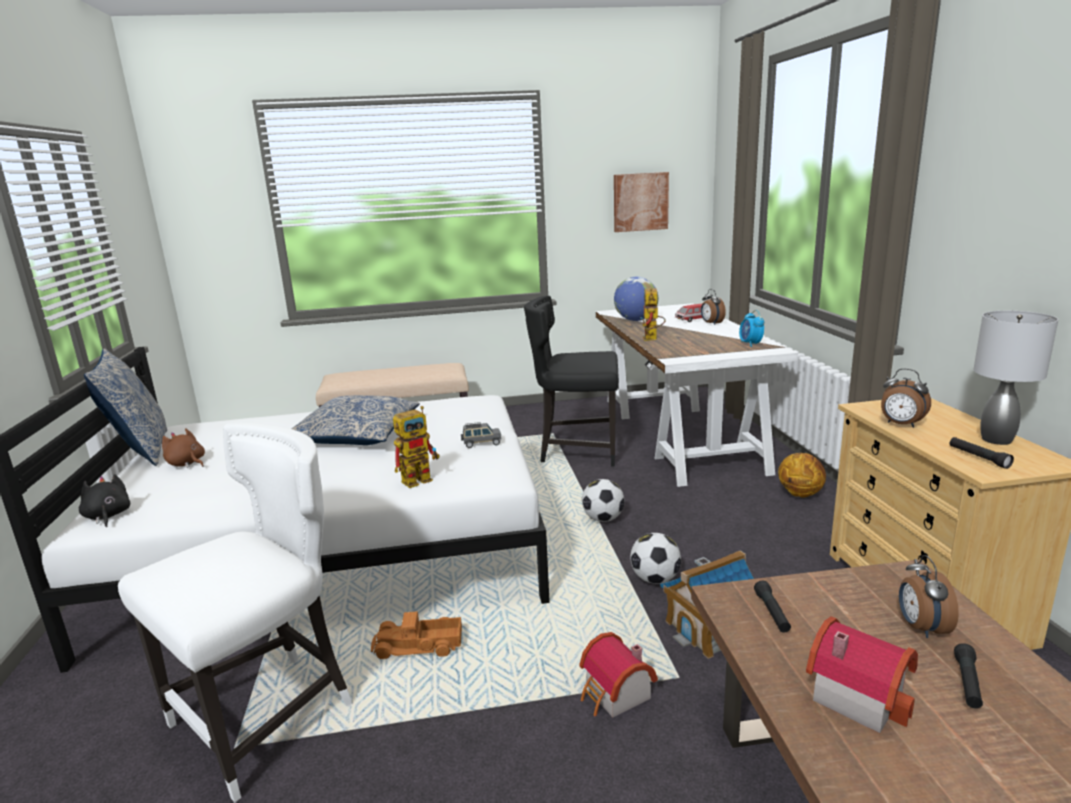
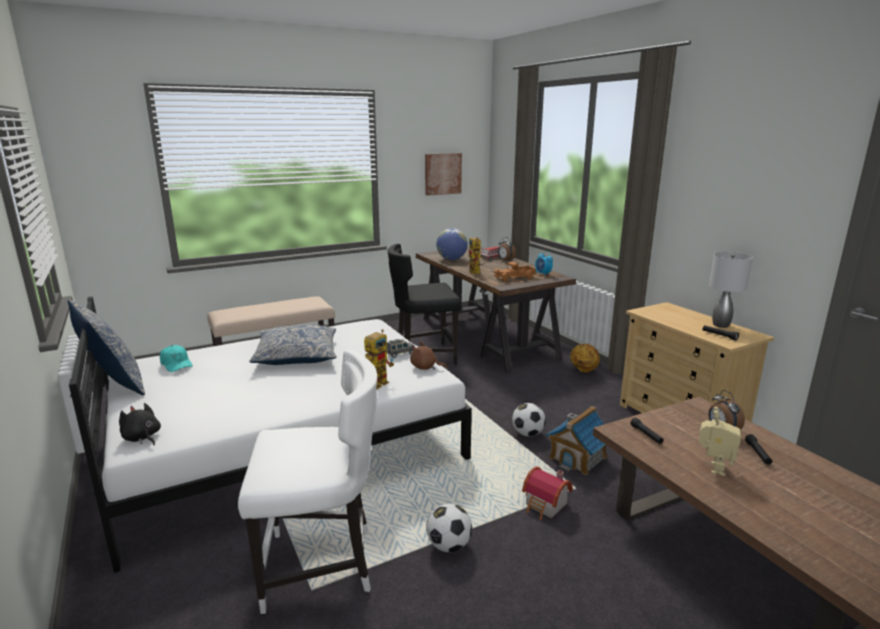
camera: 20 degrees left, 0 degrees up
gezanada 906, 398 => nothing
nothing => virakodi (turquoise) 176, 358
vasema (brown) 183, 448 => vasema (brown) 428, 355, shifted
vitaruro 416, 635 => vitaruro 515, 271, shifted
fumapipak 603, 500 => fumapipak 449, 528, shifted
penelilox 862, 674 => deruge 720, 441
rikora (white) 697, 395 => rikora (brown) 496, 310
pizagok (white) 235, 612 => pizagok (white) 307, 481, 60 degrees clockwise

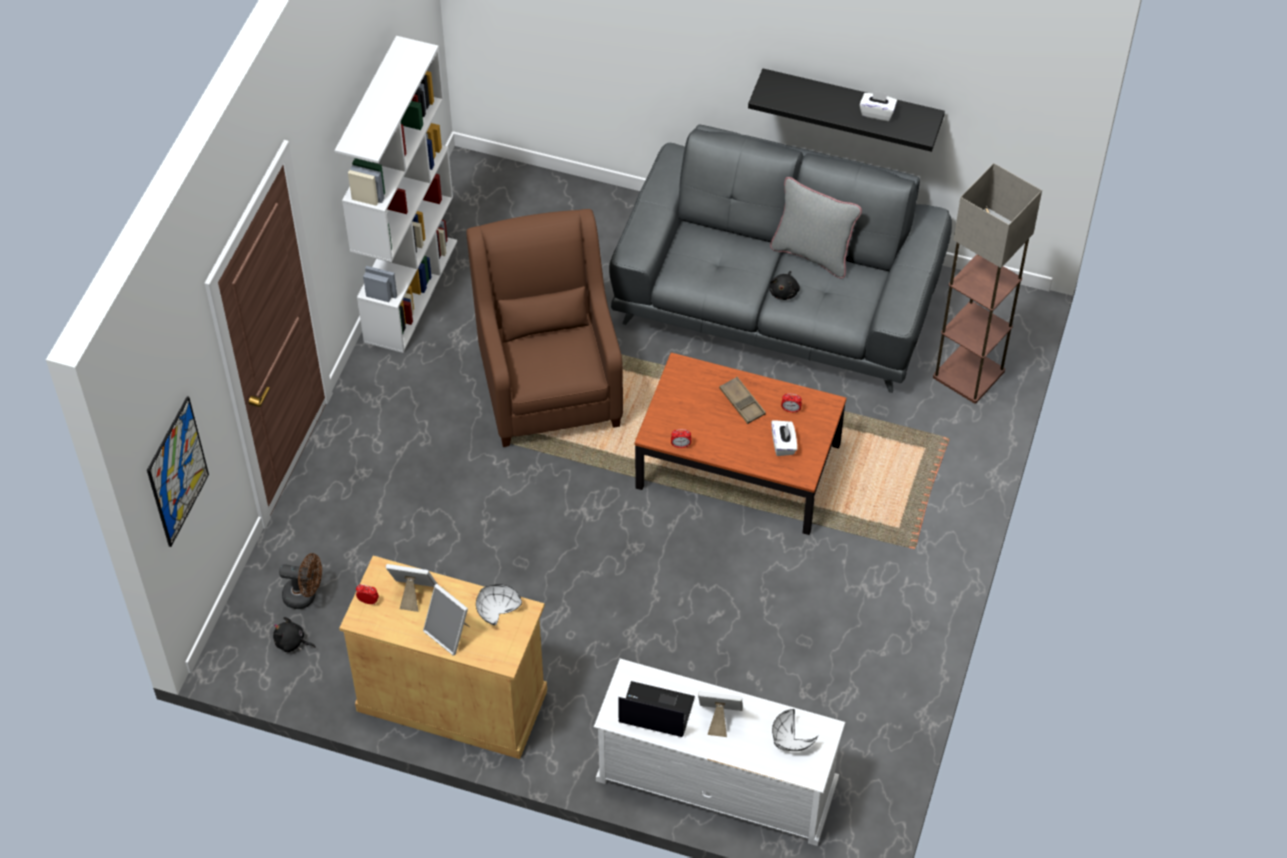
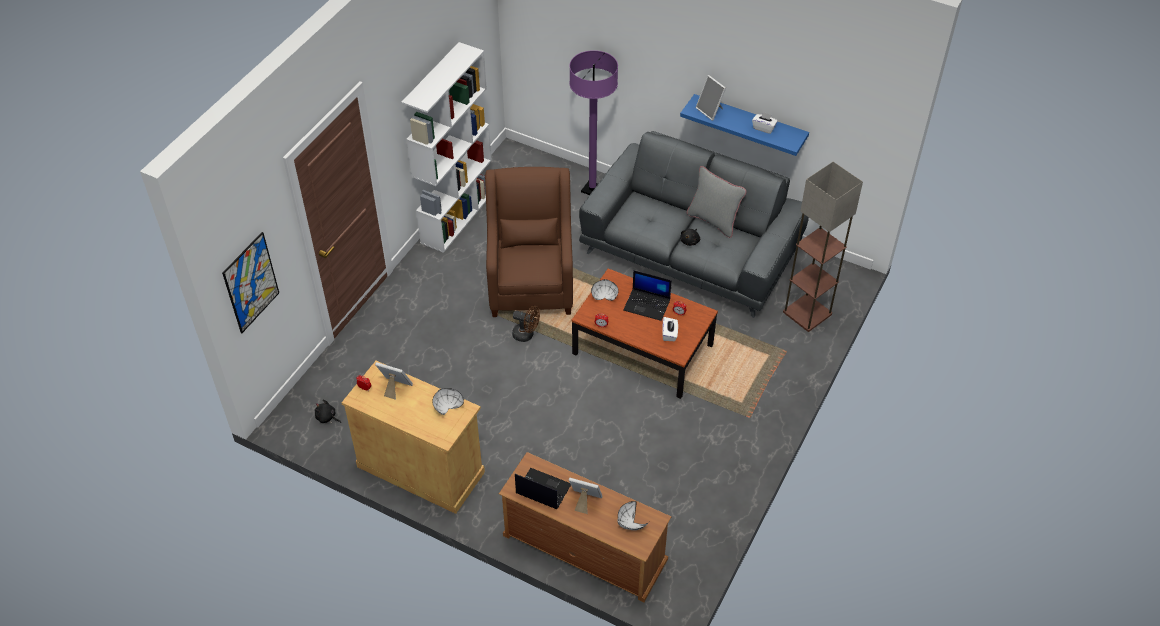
camera: 10 degrees right, 5 degrees down
nothing => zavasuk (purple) 593, 122
nothing => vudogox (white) 604, 290
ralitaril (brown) 300, 581 => ralitaril (brown) 526, 324, shifted
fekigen 446, 620 => fekigen 711, 98, shifted
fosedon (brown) 742, 400 => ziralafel 647, 295
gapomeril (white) 719, 752 => gapomeril (brown) 585, 527
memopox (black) 846, 110 => memopox (blue) 744, 125

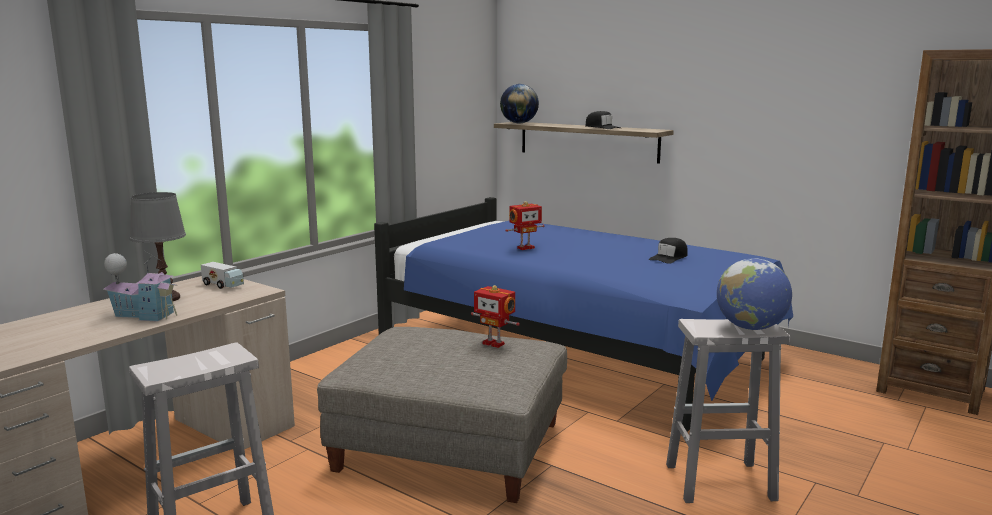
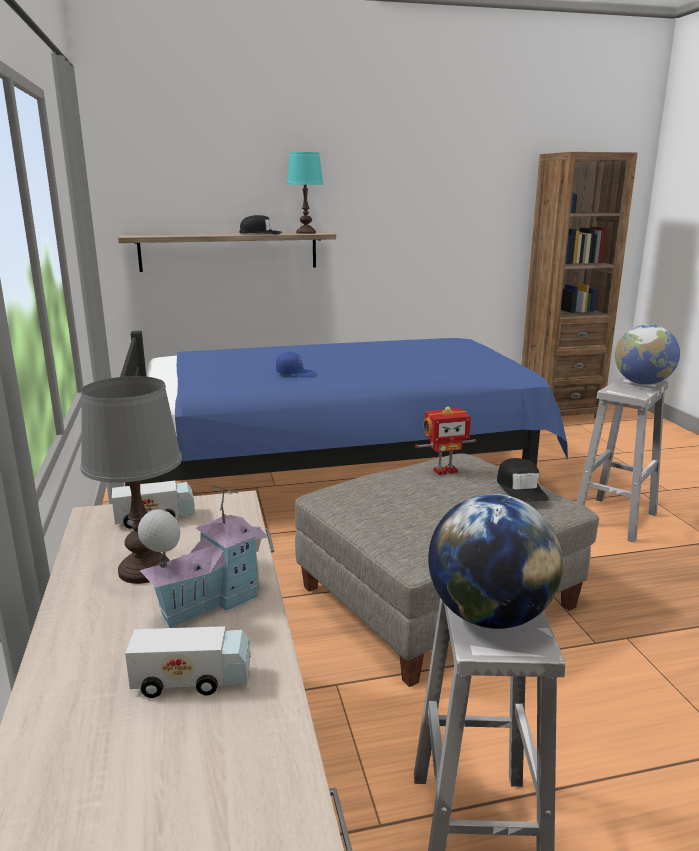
camera: 50 degrees left, 5 degrees up
nothing => vitaruro 188, 662
nothing => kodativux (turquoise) 305, 193
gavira 519, 103 => gavira 495, 561, shifted
virakodi (black) 668, 251 => virakodi (black) 523, 480, shifted
deruge 524, 225 => virakodi (blue) 296, 364

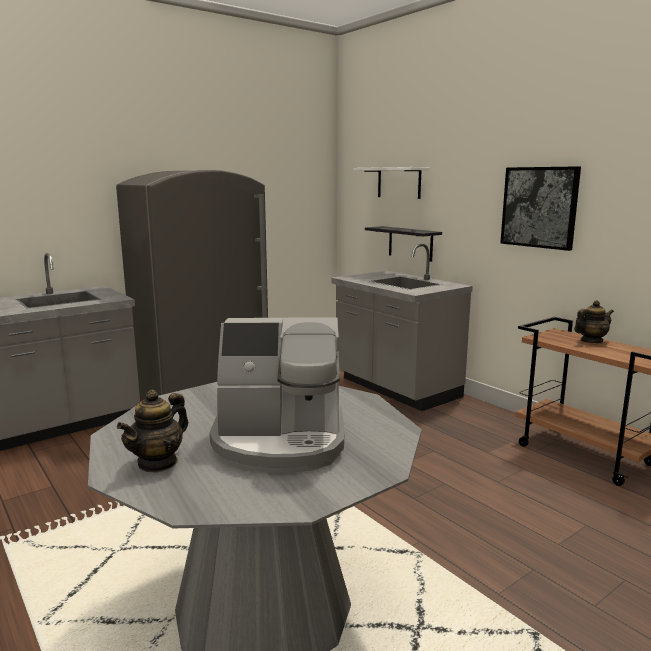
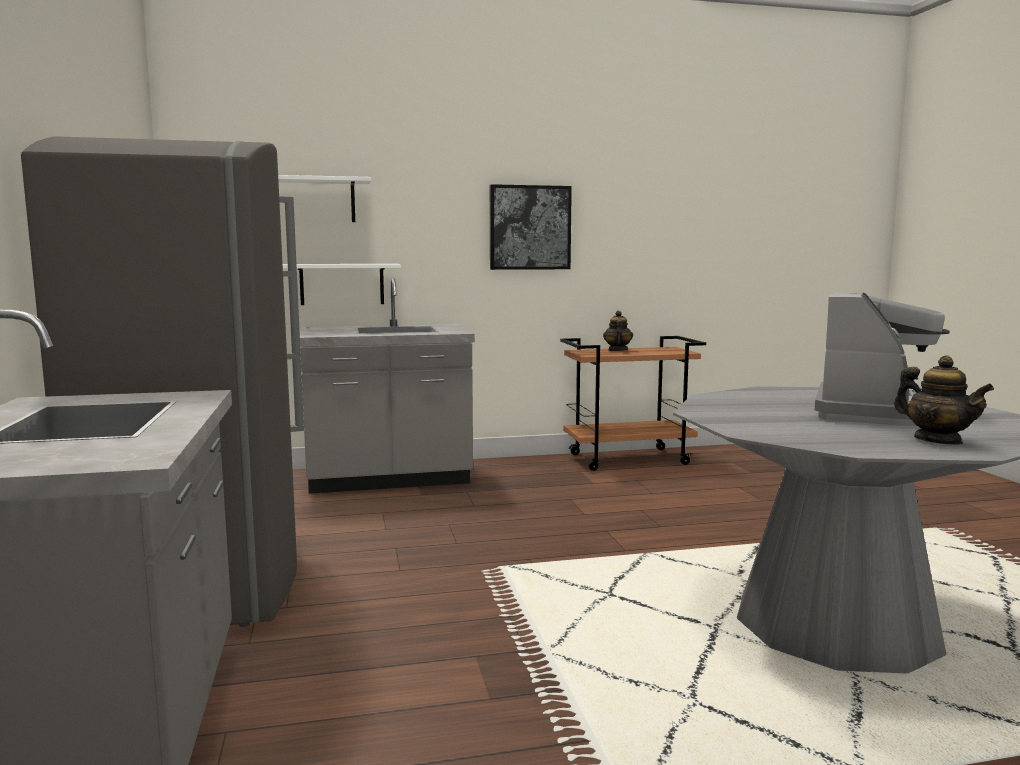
camera: 65 degrees left, 5 degrees down
memopox (black) 403, 244 => memopox (white) 342, 284

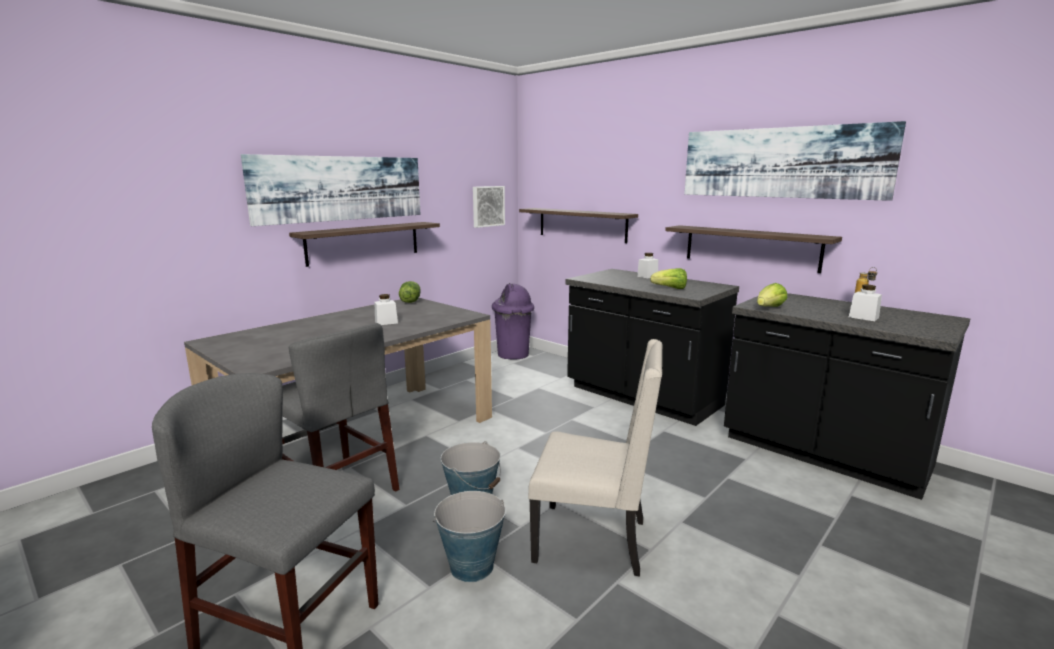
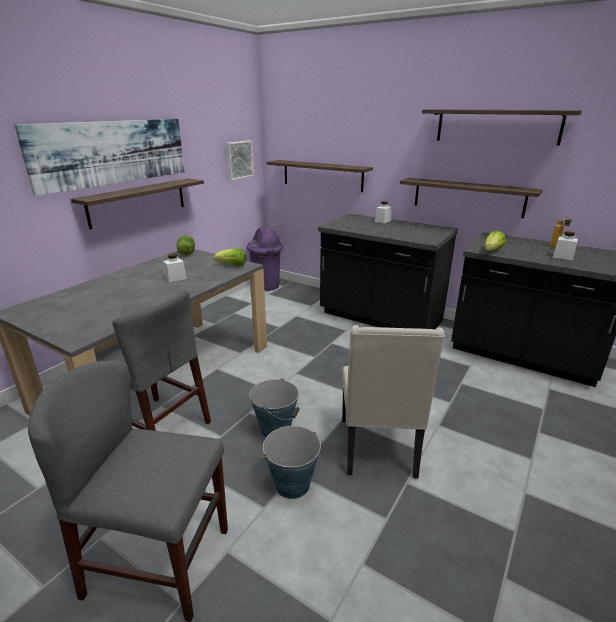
camera: 10 degrees left, 10 degrees up
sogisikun 668, 278 => sogisikun 230, 257, shifted
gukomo 795, 161 => memopox 502, 127
pizagok (beige) 595, 458 => pizagok (beige) 393, 401, 90 degrees clockwise

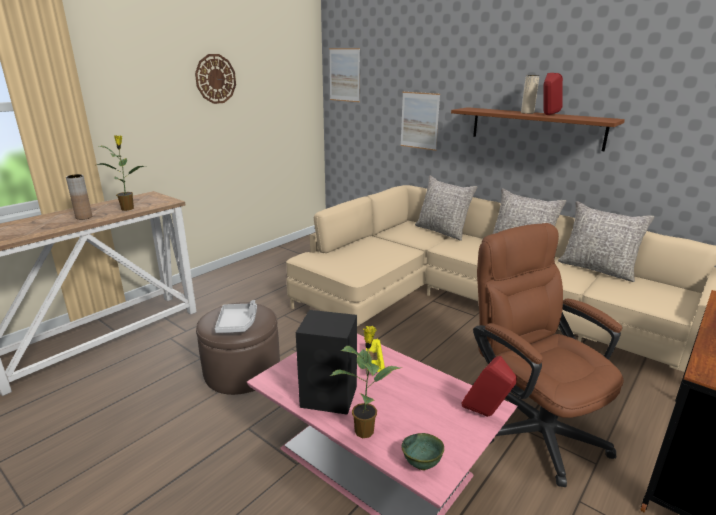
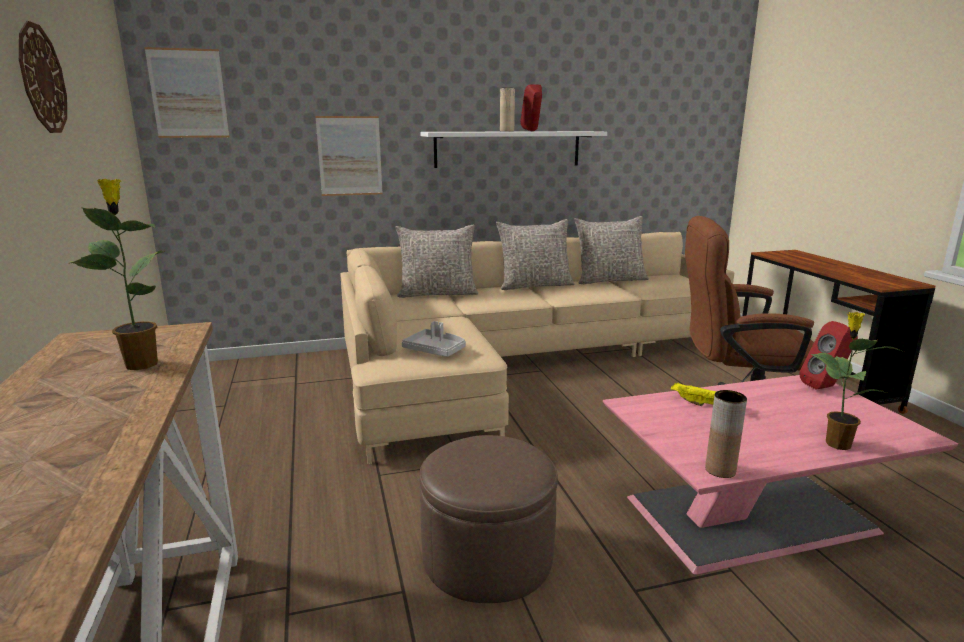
camera: 55 degrees left, 5 degrees down
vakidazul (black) 326, 362 => nothing
vudogox (green) 423, 451 => nothing
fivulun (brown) 79, 197 => fivulun (brown) 726, 434, shifted
fosedon (grey) 236, 316 => fosedon (grey) 434, 339, shifted
memopox (brown) 538, 129 => memopox (white) 513, 149

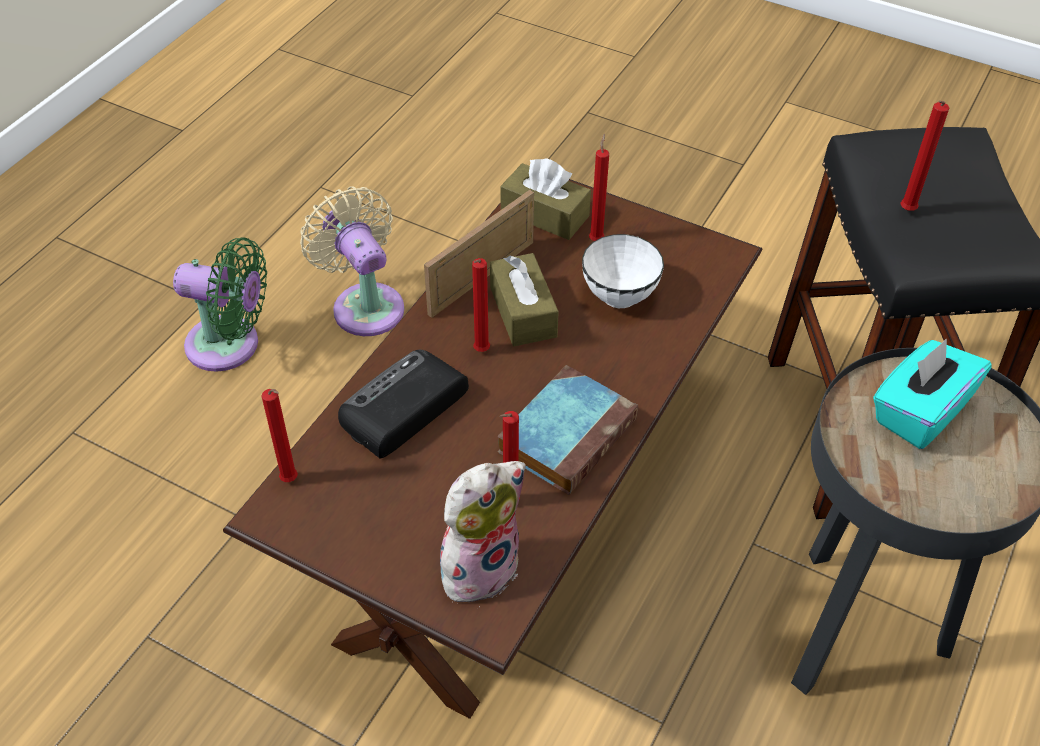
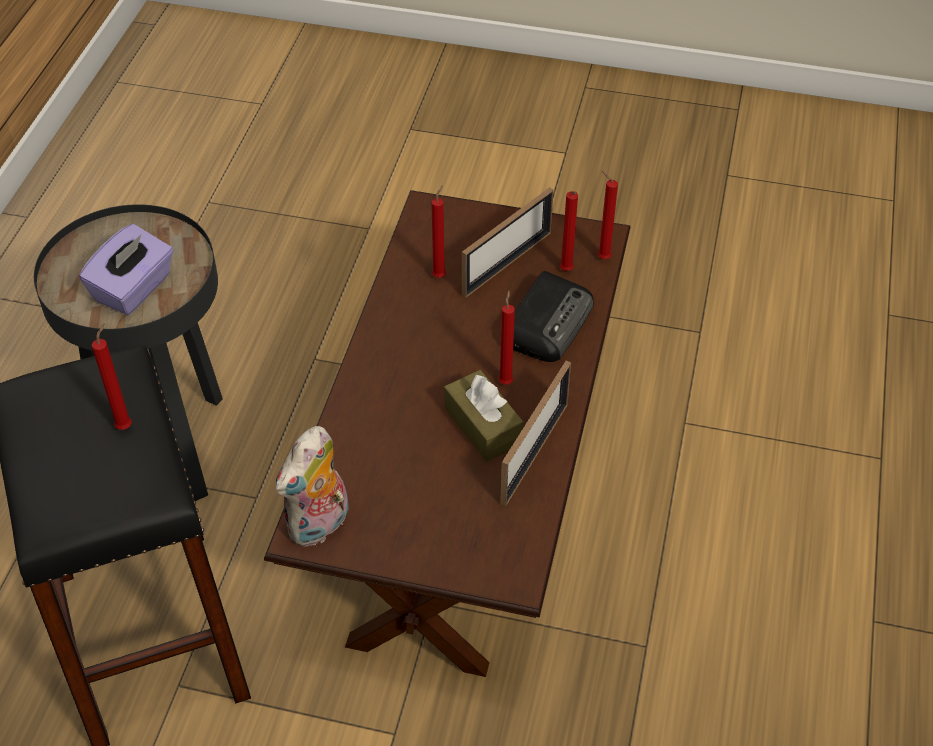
camera: 165 degrees right, 0 degrees up
ralitaril (green) 220, 304 => nothing
ralitaril (beige) 352, 261 => nothing
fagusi 567, 430 => nothing
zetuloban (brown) 545, 199 => nothing
vudogox (white) 623, 271 => nothing
nothing => fekigen 508, 242
vasema 483, 534 => vasema 312, 486, shifted
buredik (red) 599, 187 => buredik (red) 569, 231, shifted
zetuloban (turquoise) 932, 393 => zetuloban (purple) 126, 269

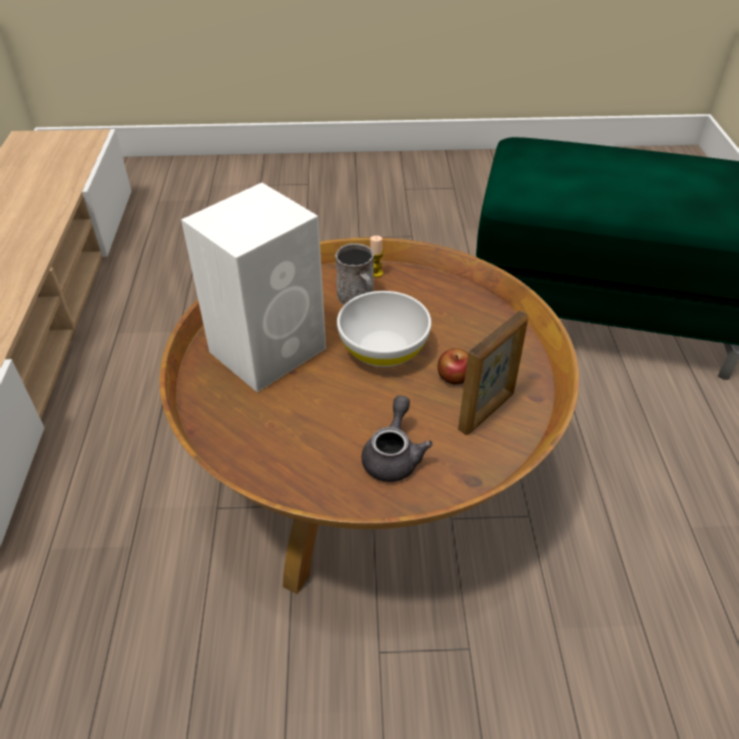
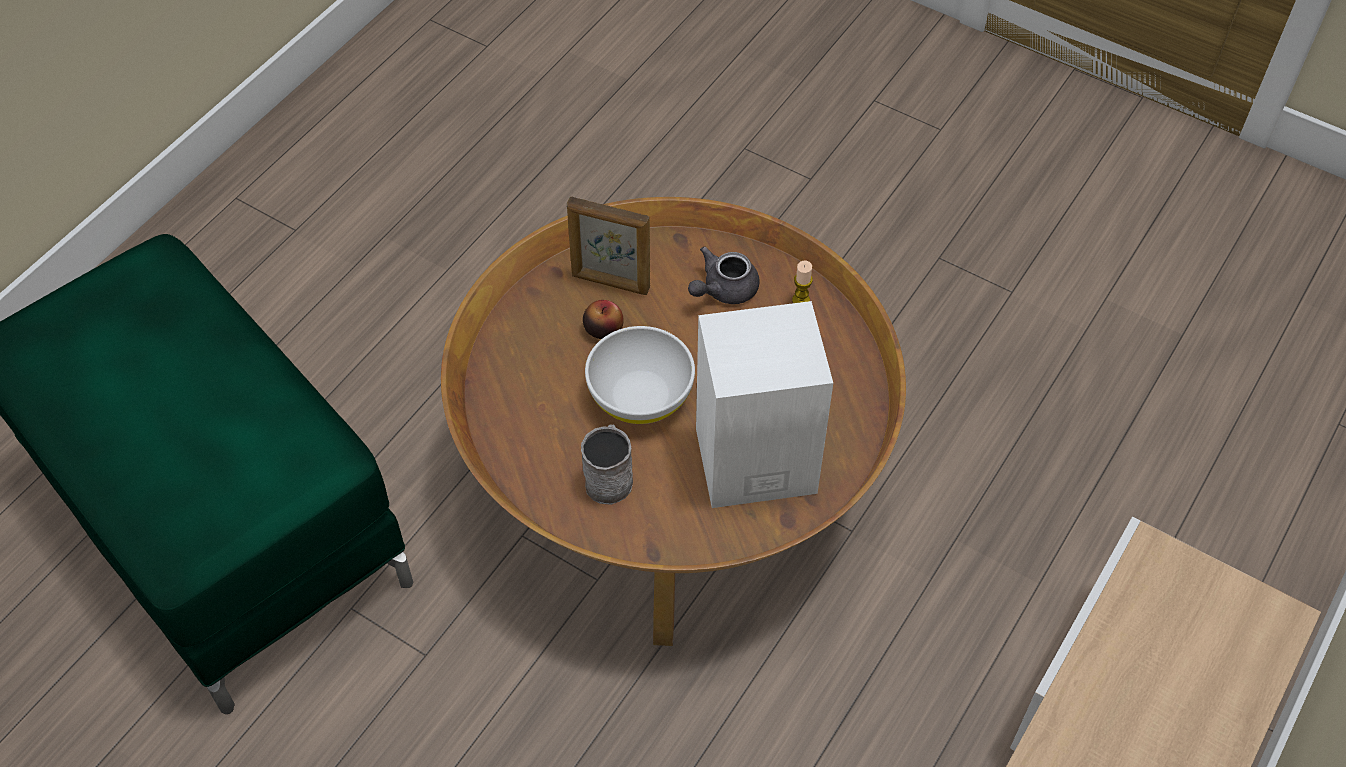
camera: 145 degrees left, 10 degrees up
buredik 377, 257 => buredik 802, 282, shifted
fekigen 493, 373 => fekigen 608, 245, 150 degrees counterclockwise

